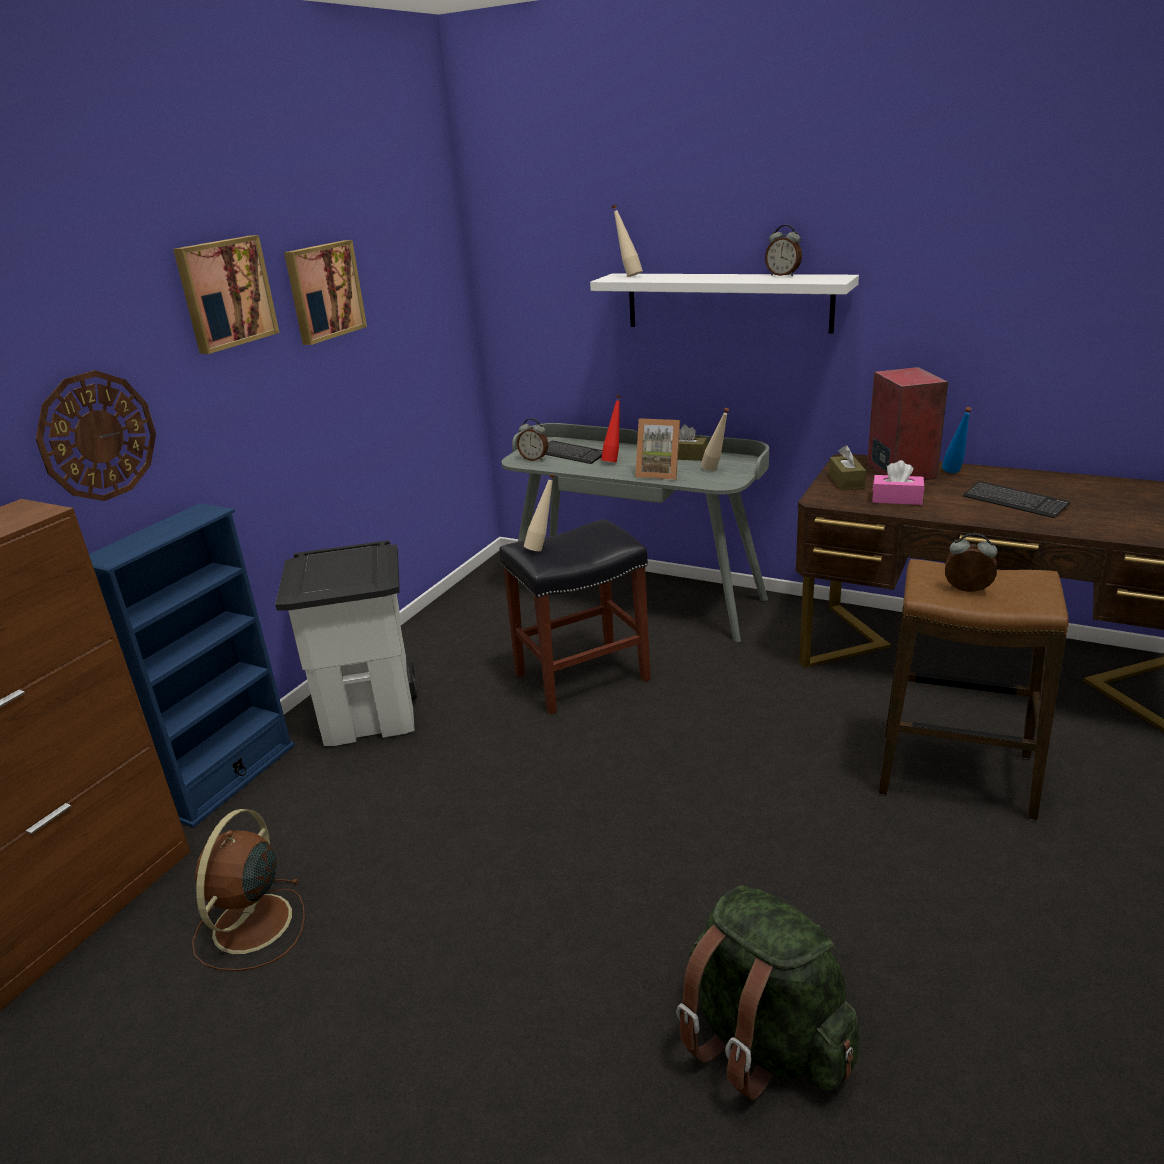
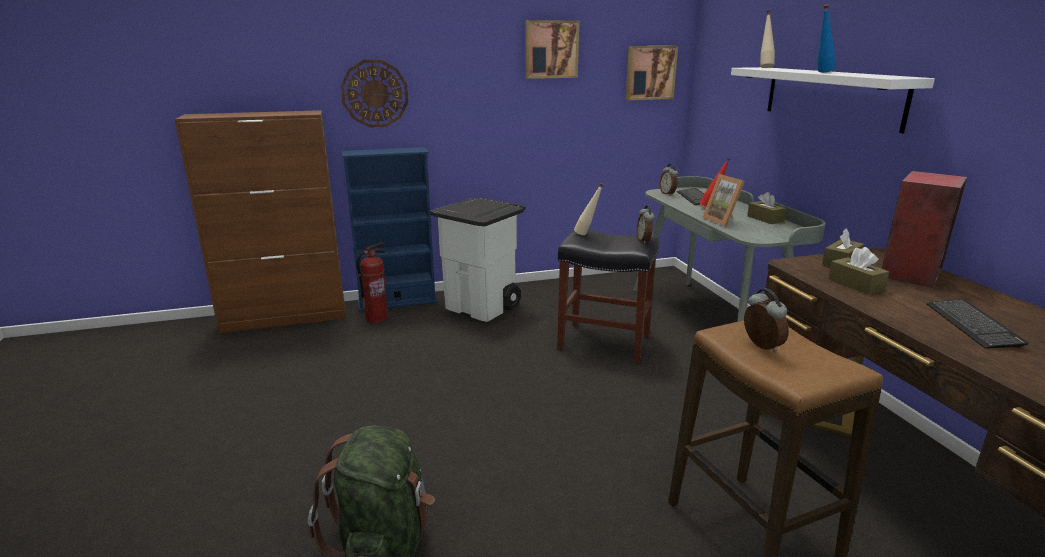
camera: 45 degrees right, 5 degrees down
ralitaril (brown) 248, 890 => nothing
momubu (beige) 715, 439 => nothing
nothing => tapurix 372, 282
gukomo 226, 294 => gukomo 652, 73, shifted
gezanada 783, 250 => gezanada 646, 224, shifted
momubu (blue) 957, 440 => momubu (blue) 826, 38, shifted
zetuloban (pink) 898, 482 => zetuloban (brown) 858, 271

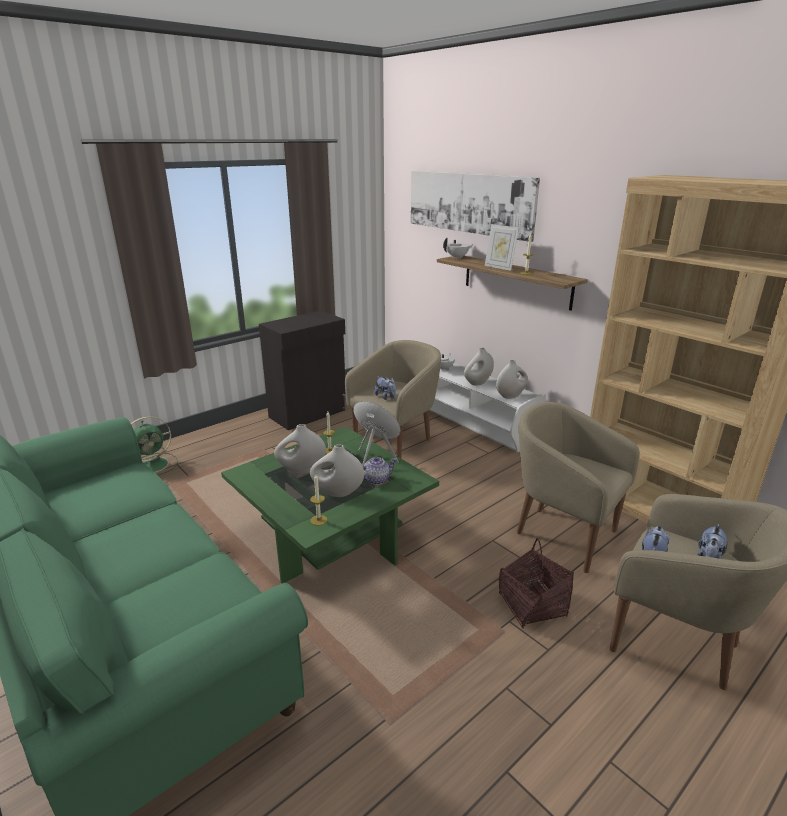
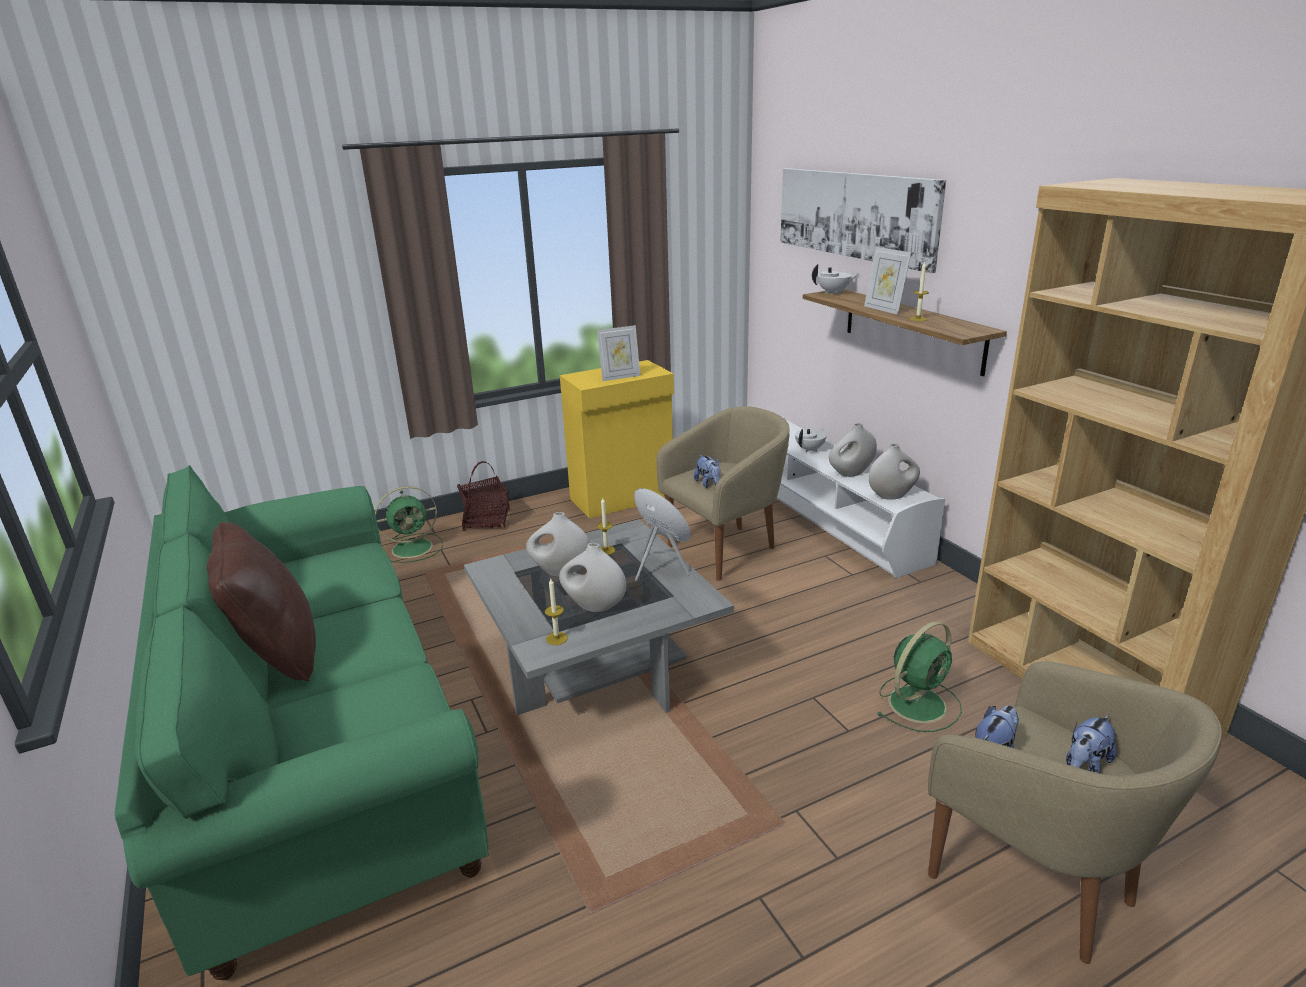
camera: 15 degrees right, 0 degrees up
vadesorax 379, 471 => nothing
nothing => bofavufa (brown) 261, 601
nothing => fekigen 618, 353
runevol 536, 583 => runevol 483, 496, shifted
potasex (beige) 578, 487 => ralitaril (green) 919, 676
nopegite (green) 330, 504 => nopegite (grey) 599, 617
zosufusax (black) 303, 370 => zosufusax (yellow) 617, 439

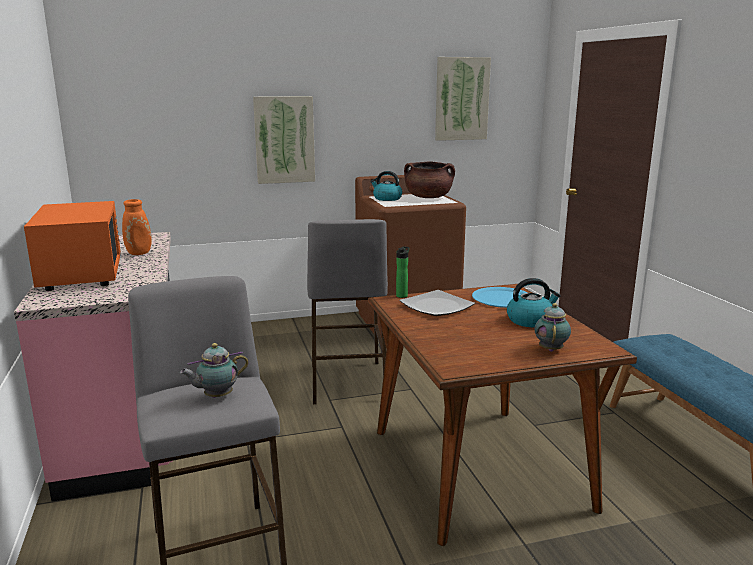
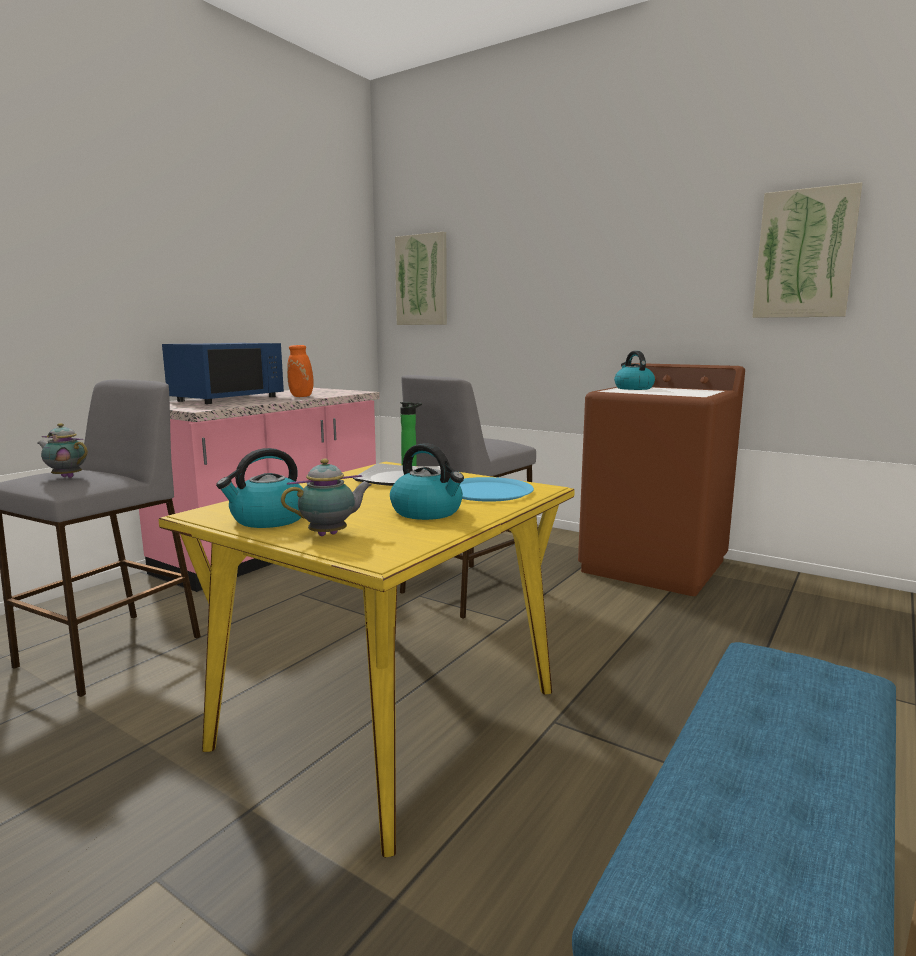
camera: 50 degrees right, 5 degrees down
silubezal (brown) 429, 180 => nothing
nothing => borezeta 259, 488
gukomo 284, 140 => gukomo 421, 278, shifted
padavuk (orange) 72, 246 => padavuk (blue) 223, 373
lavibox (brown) 502, 415 => lavibox (yellow) 366, 659

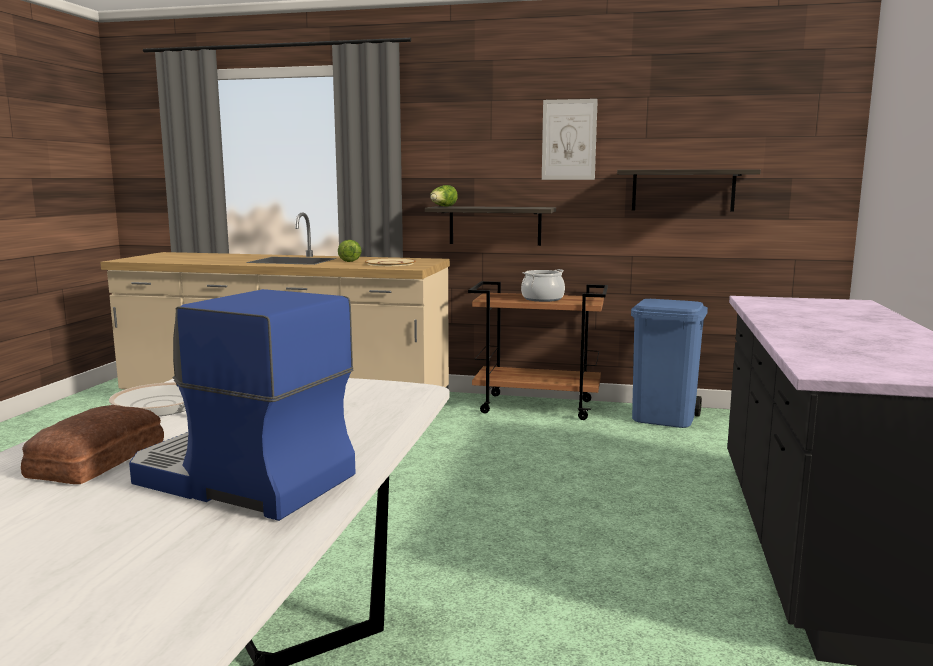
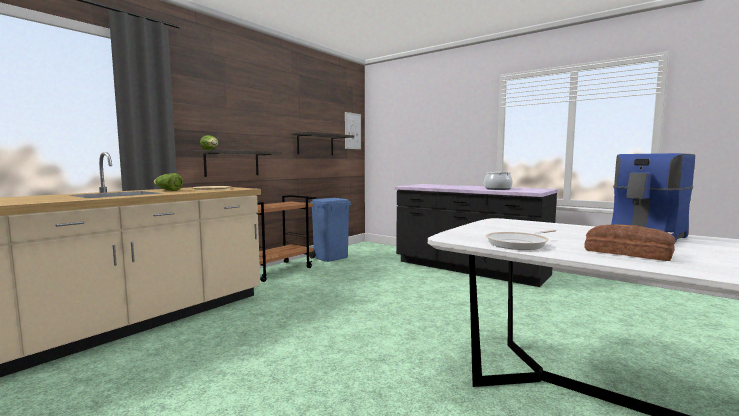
camera: 65 degrees left, 5 degrees down
silubezal 543, 285 => silubezal 498, 180, shifted
gukomo 570, 139 => gukomo 353, 130, shifted

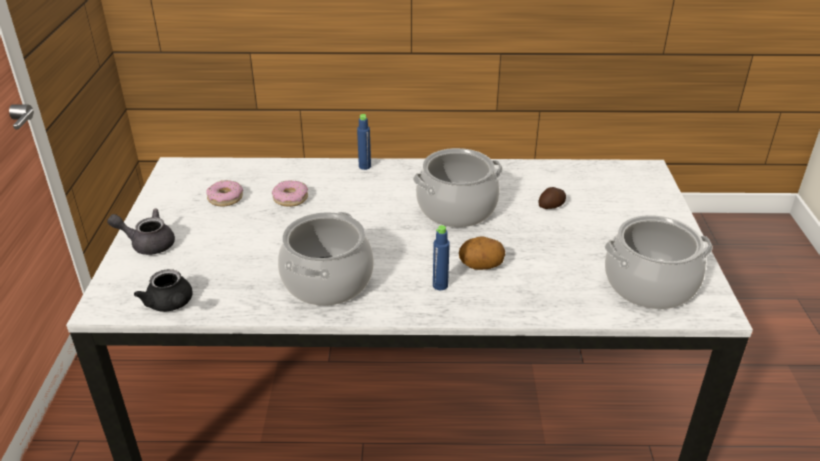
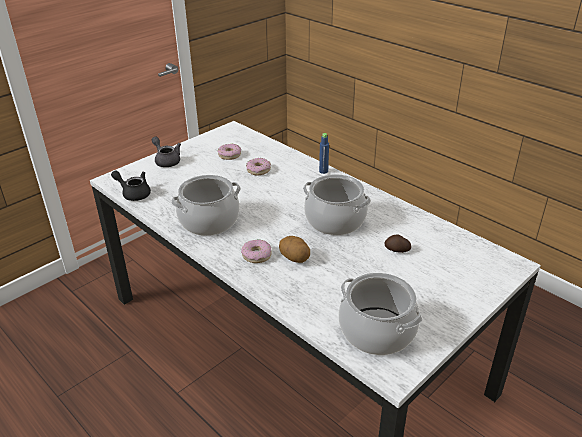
camera: 45 degrees right, 0 degrees up
momubu (blue) 441, 257 => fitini 256, 251
vadesorax (black) 163, 290 => vadesorax (black) 131, 185, 105 degrees clockwise

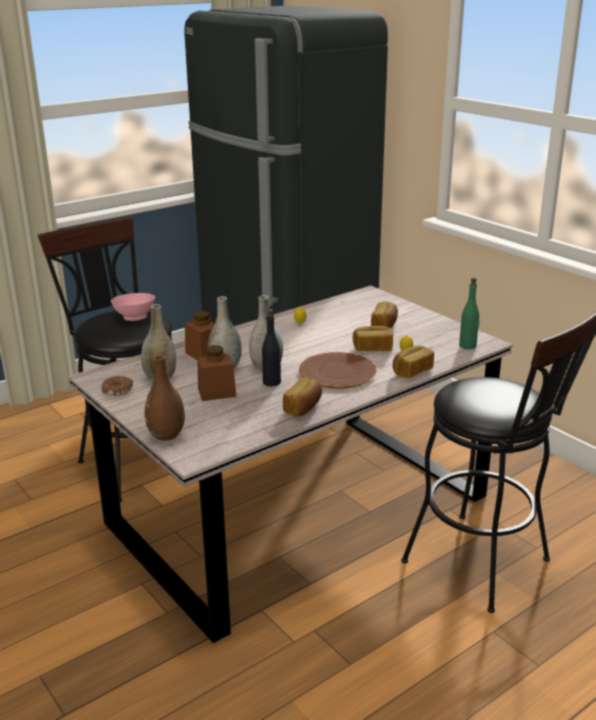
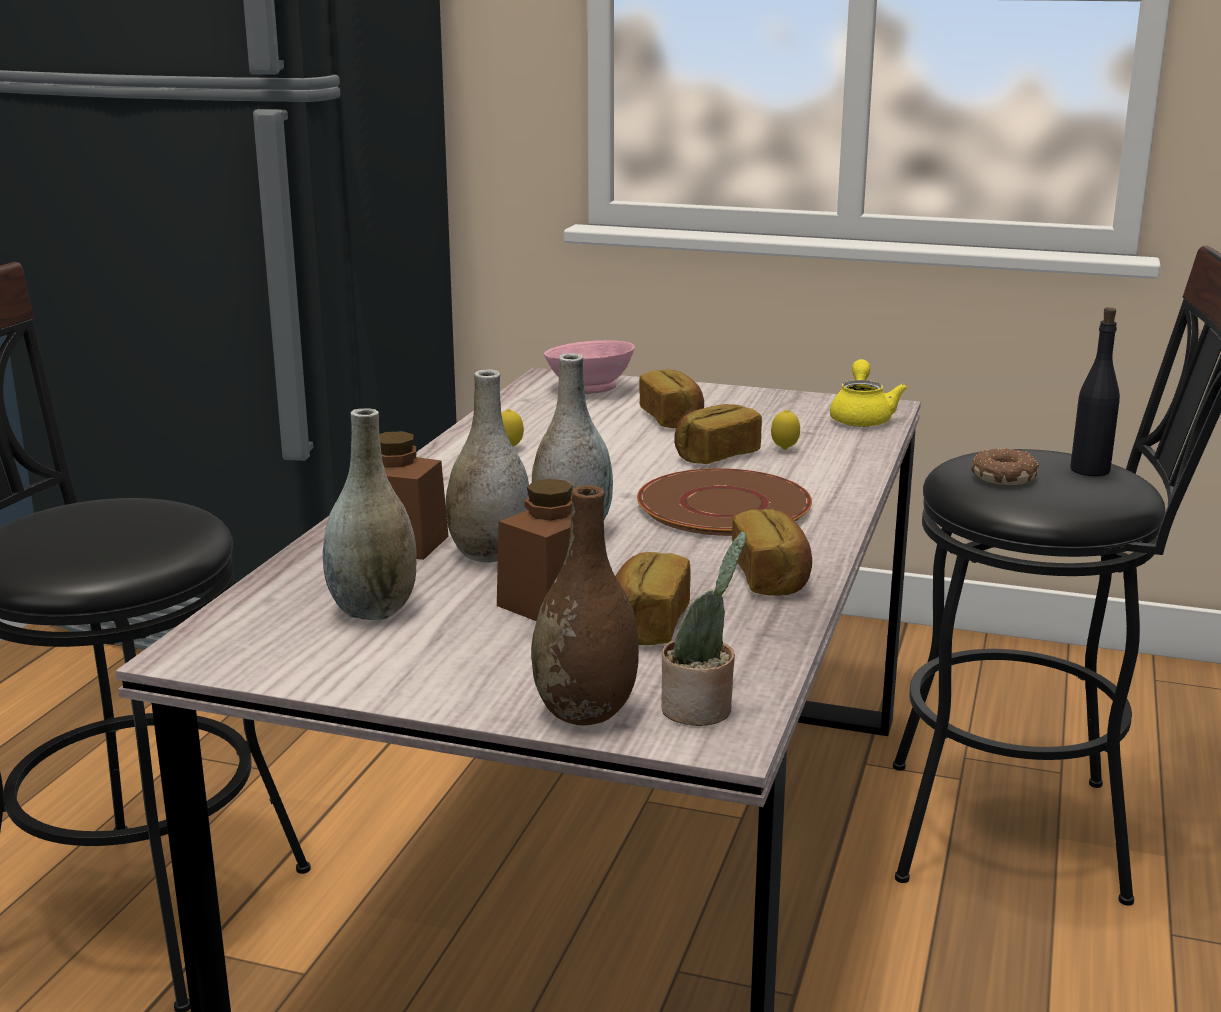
camera: 35 degrees left, 5 degrees down
nothing => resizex 704, 628
fitini 117, 386 => fitini 1005, 466, shifted
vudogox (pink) 133, 307 => vudogox (pink) 589, 367, shifted
momubu (black) 271, 347 => momubu (black) 1095, 391, shifted
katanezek 413, 362 => katanezek 653, 598, shifted
momubu (green) 469, 313 => vadesorax (yellow) 868, 393

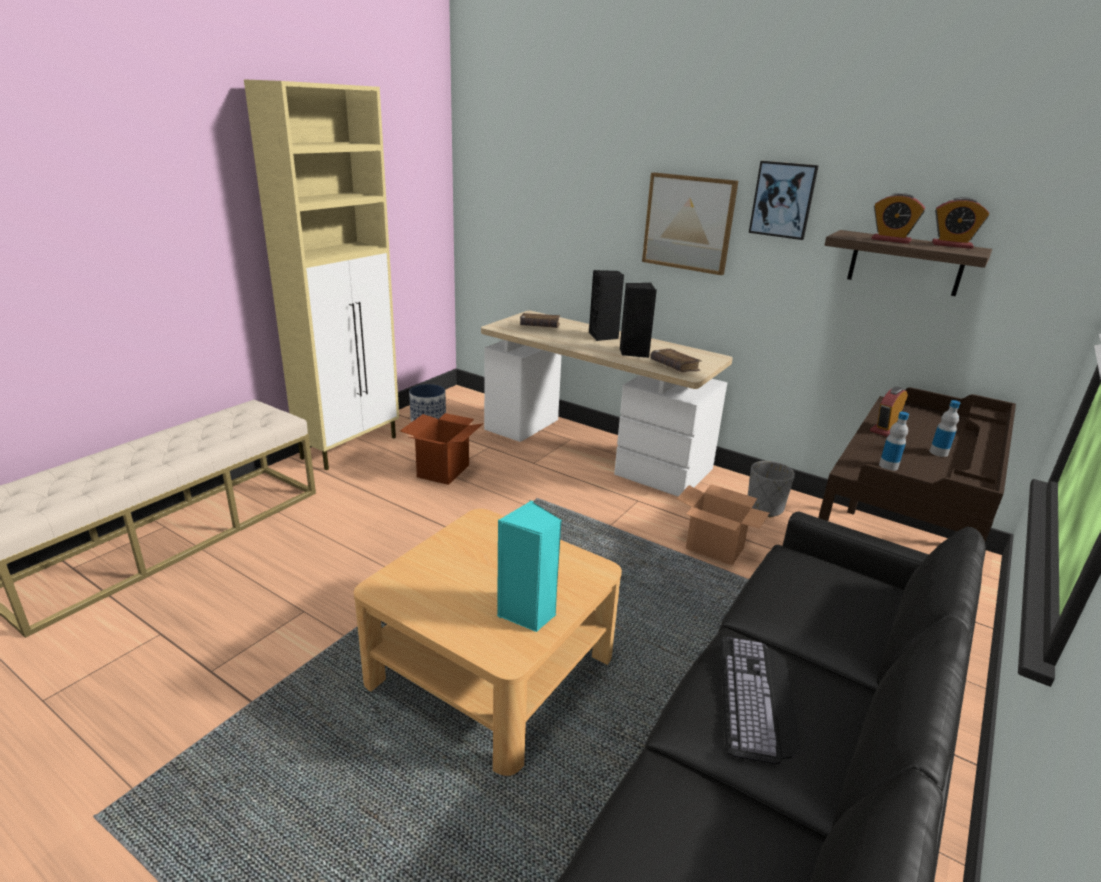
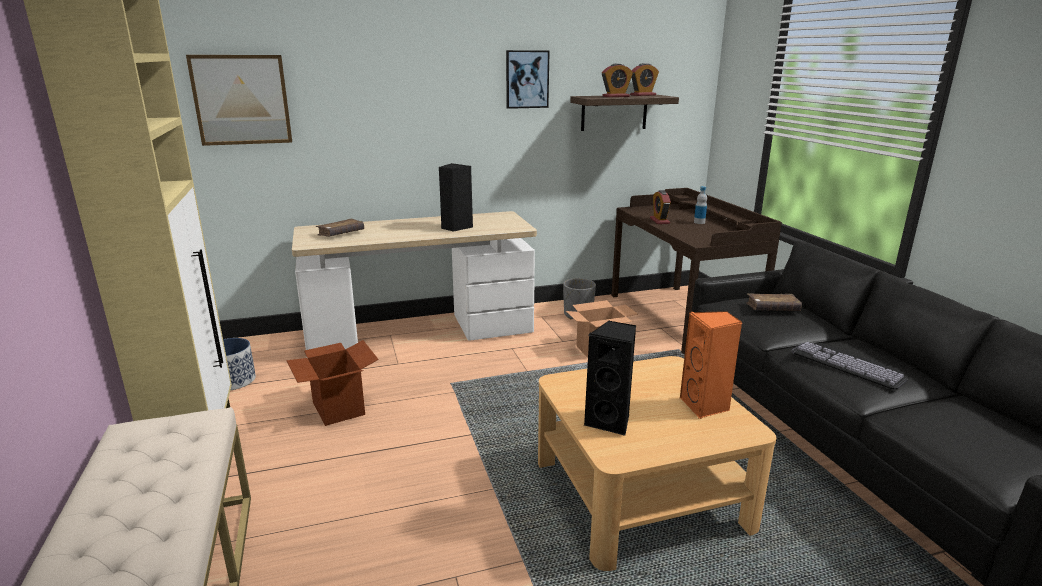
camera: 50 degrees left, 5 degrees down
momubu 894, 441 => nothing
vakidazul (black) 606, 305 => vakidazul (black) 610, 378, shifted
gukomo 690, 223 => gukomo 239, 100, shifted
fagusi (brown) 676, 360 => fagusi (brown) 774, 302, shifted
vakidazul (turquoise) 529, 566 => vakidazul (orange) 711, 365

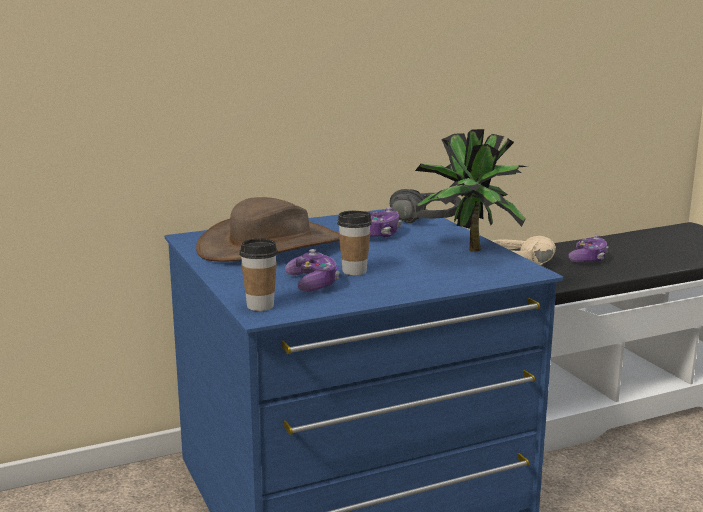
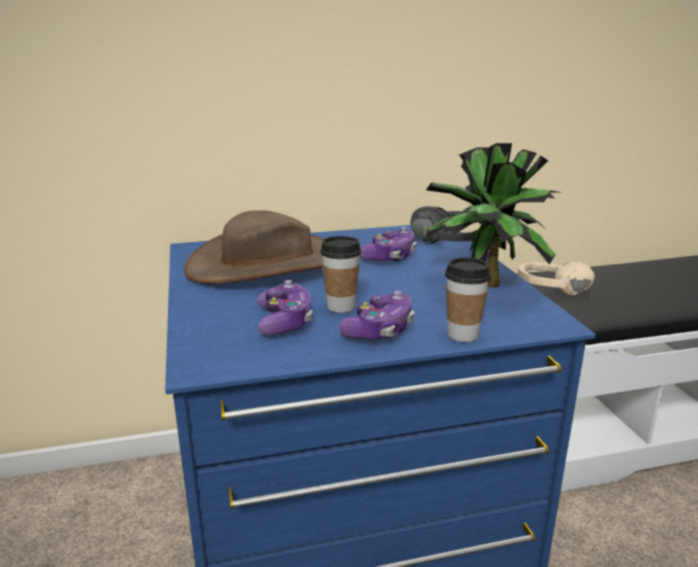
camera: 10 degrees right, 5 degrees up
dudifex 258, 274 => dudifex 468, 299, shifted
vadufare 588, 248 => vadufare 377, 315, shifted

